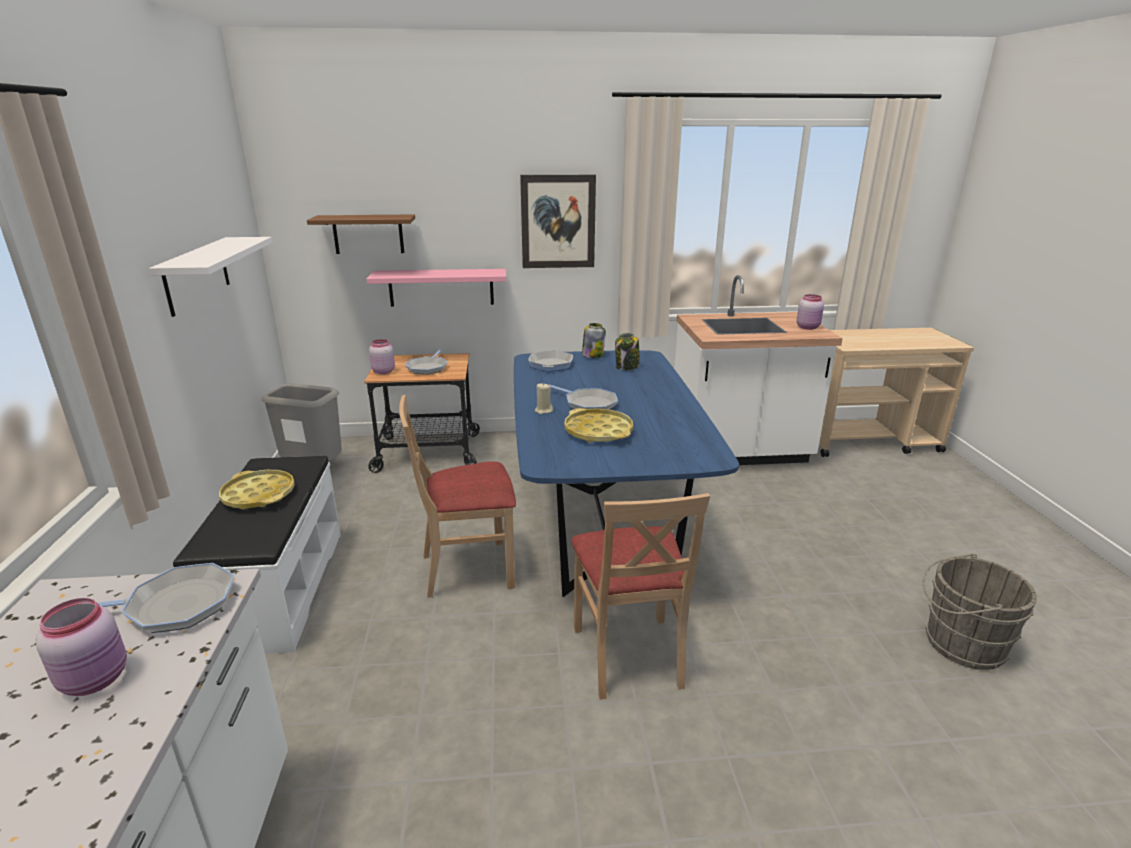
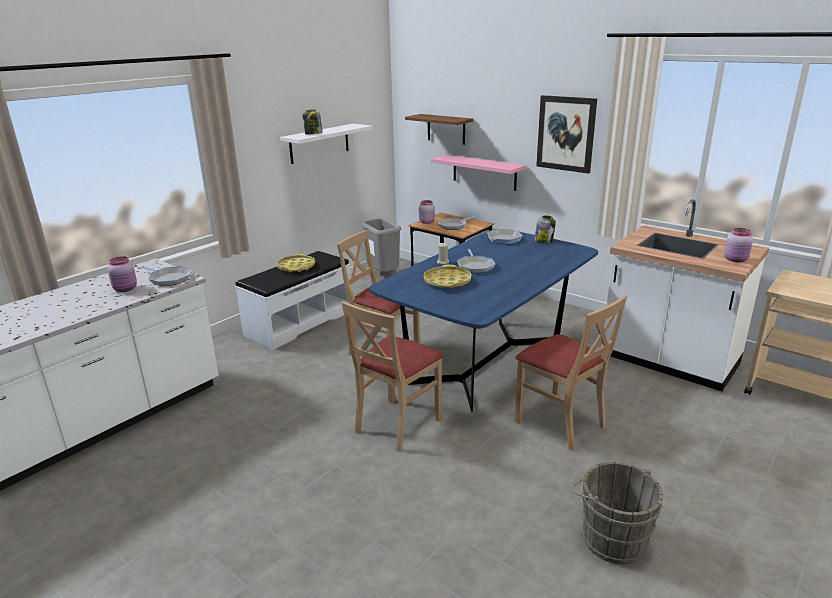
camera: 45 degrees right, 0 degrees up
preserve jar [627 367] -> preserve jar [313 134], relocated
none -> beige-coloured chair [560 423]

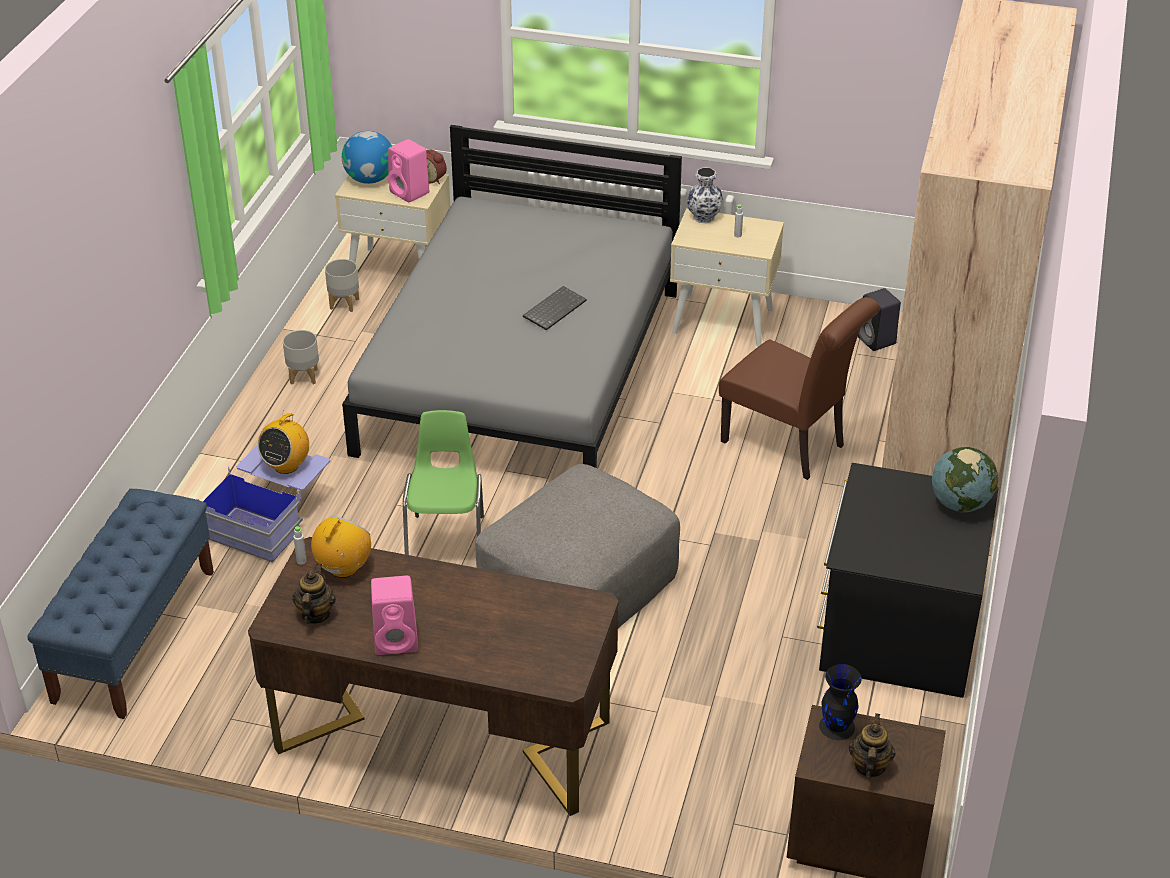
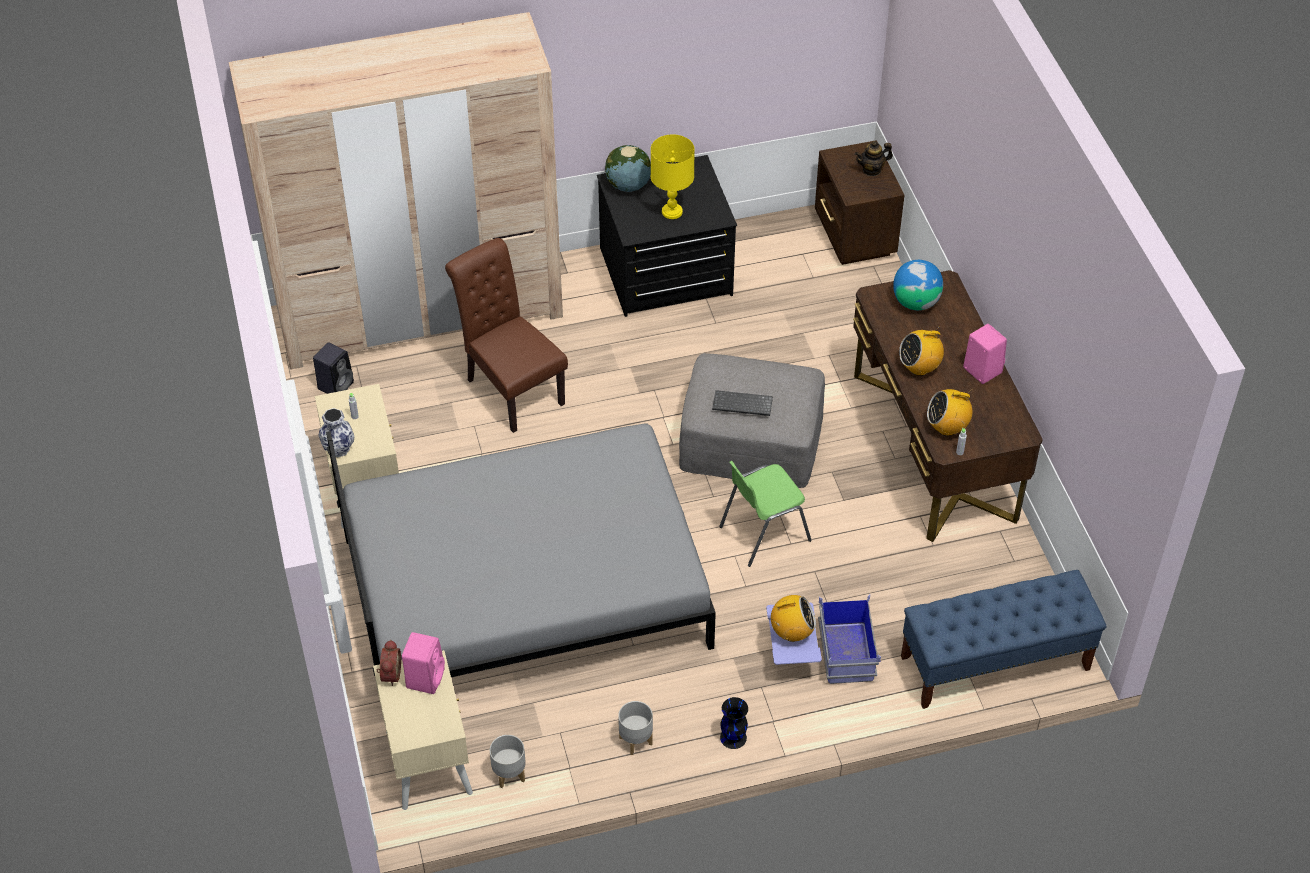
camera: 120 degrees left, 10 degrees up
brown chair [790 446] -> brown chair [510 388], 45 degrees counterclockwise
none -> yellow-coloured lamp for a table [672 212]
computer keyboard [554 309] -> computer keyboard [741 405], relocated
black flower vase [837 726] -> black flower vase [733 737], relocated
world globe [370 179] -> world globe [915 302], relocated
none -> radio set [919 367]
tea pot [315 614] -> none

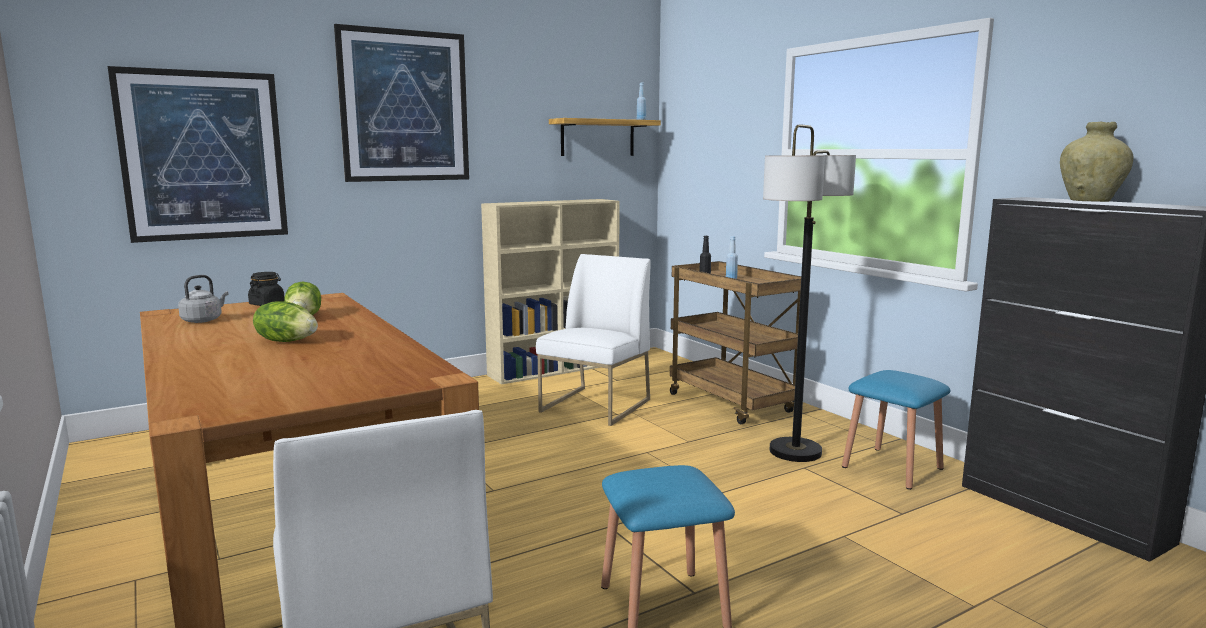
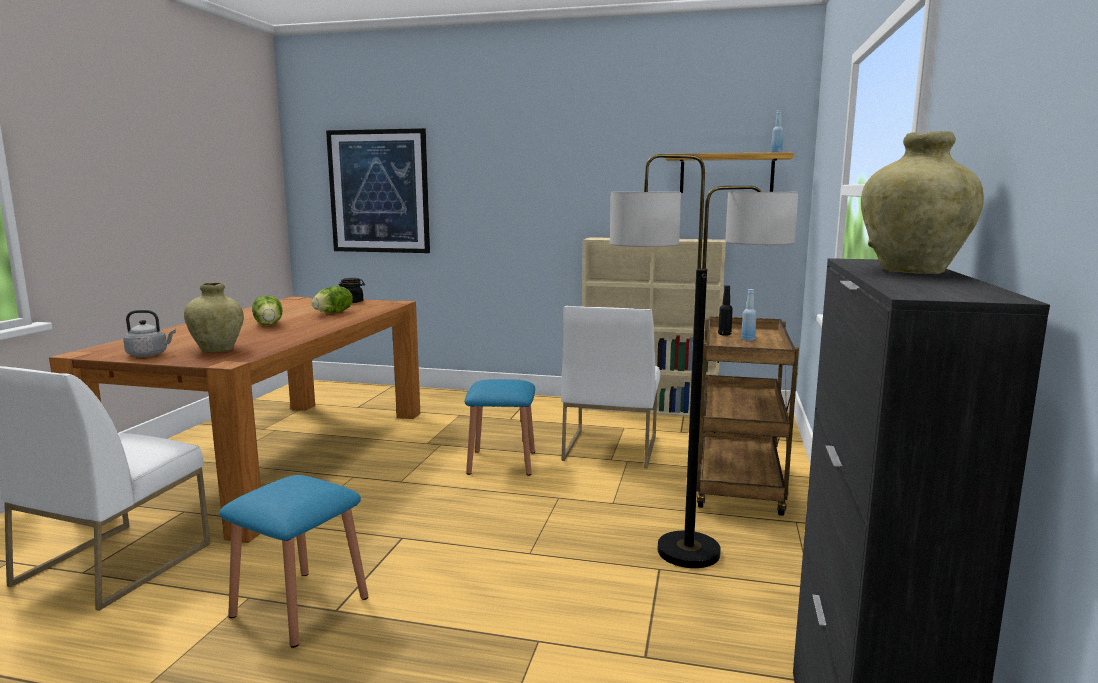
camera: 45 degrees right, 0 degrees up
grey kettle [204 320] -> grey kettle [149 354], relocated
none -> beige-coloured flower vase [217 350]
blue-coloured stool [892 467] -> blue-coloured stool [502 462], relocated
whitish chair [596 406] -> whitish chair [609 447], 120 degrees clockwise
picture [405 106] -> none

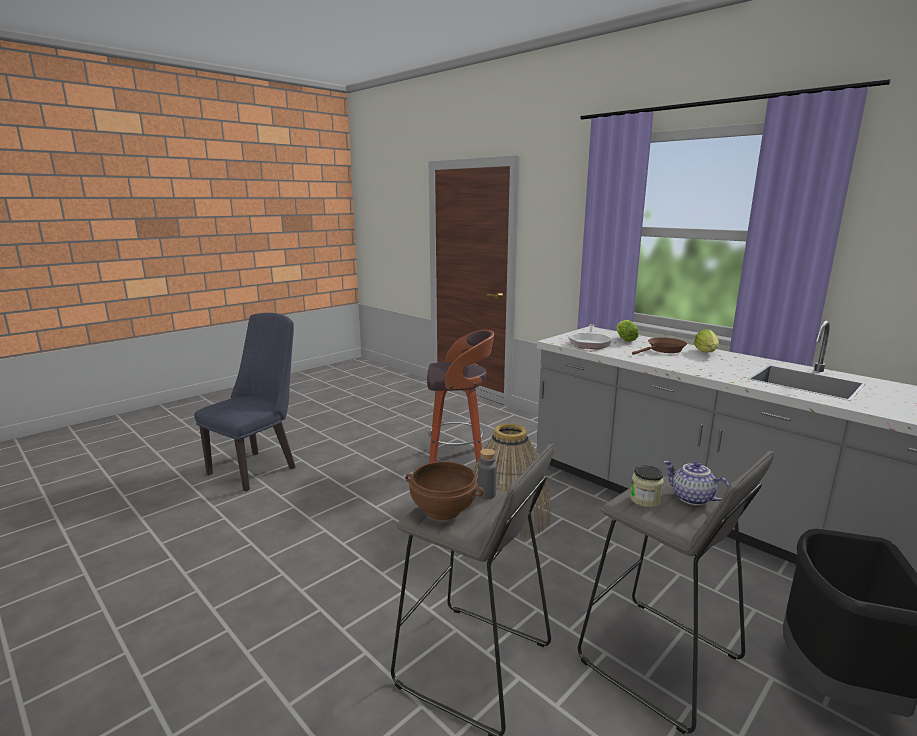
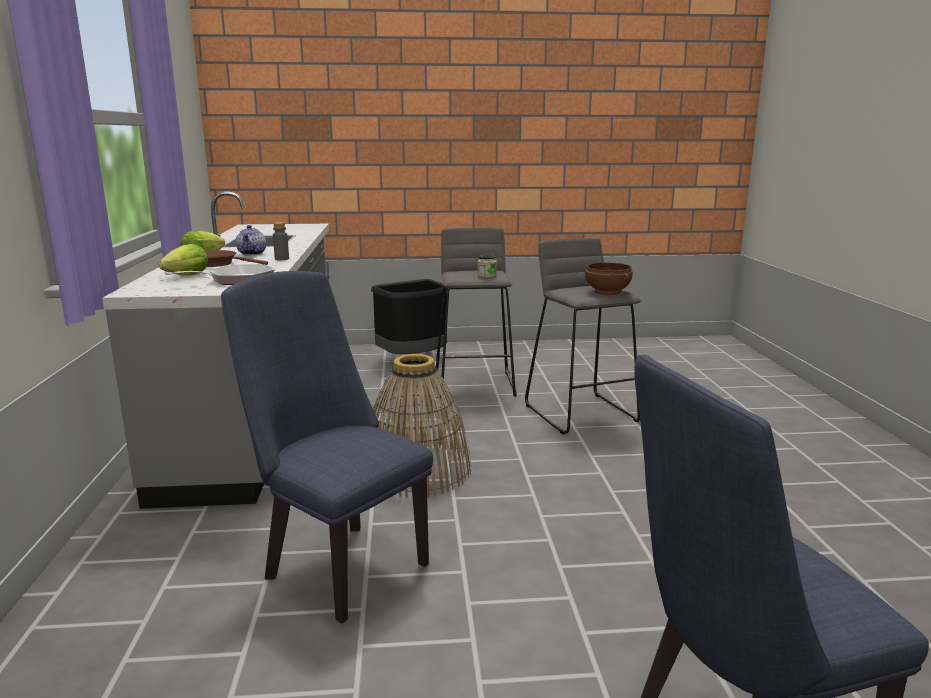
camera: 140 degrees left, 0 degrees up
stool [458 459] -> blue-coloured chair [338 564]
tea pot [691 498] -> tea pot [252 254], relocated
grey bottle [486 494] -> grey bottle [282 259], relocated

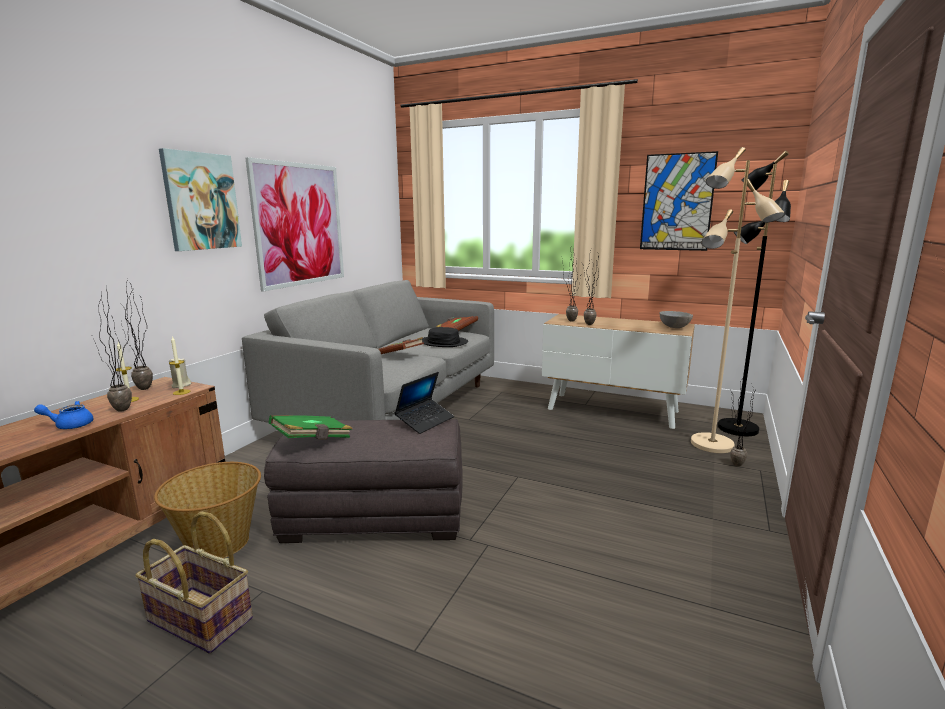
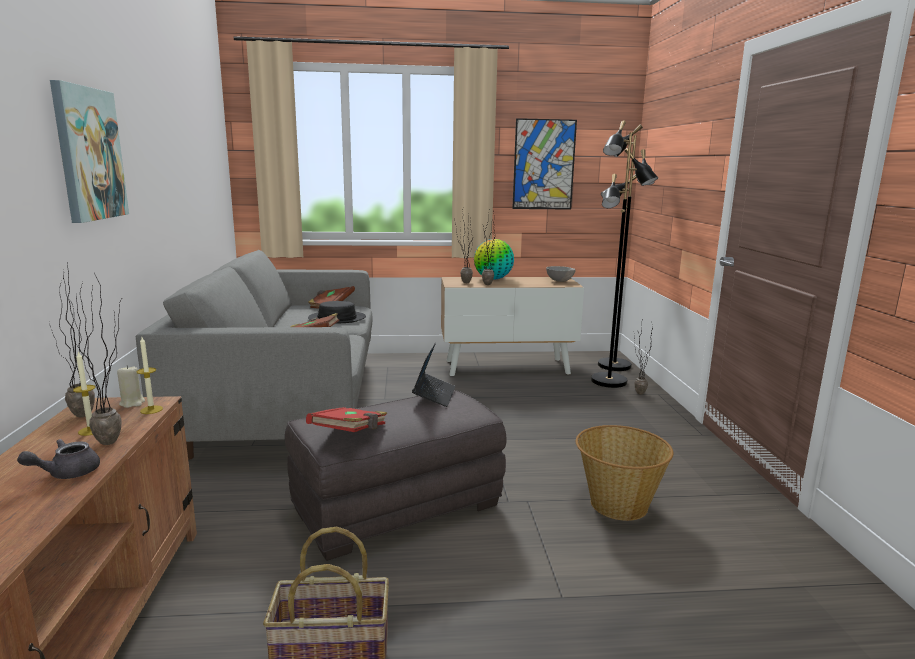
camera: 30 degrees left, 0 degrees up
blue-coloured tea pot [70 425] -> grey tea pot [67 473]
green-coloured bound book [313 440] -> reddish bound book [350 434]
none -> world globe [493 279]
storage basket [219 542] -> storage basket [617 504], relocated
beige-coloured standing lamp [712 445] -> black standing lamp [609 381]
picture [299 224] -> none

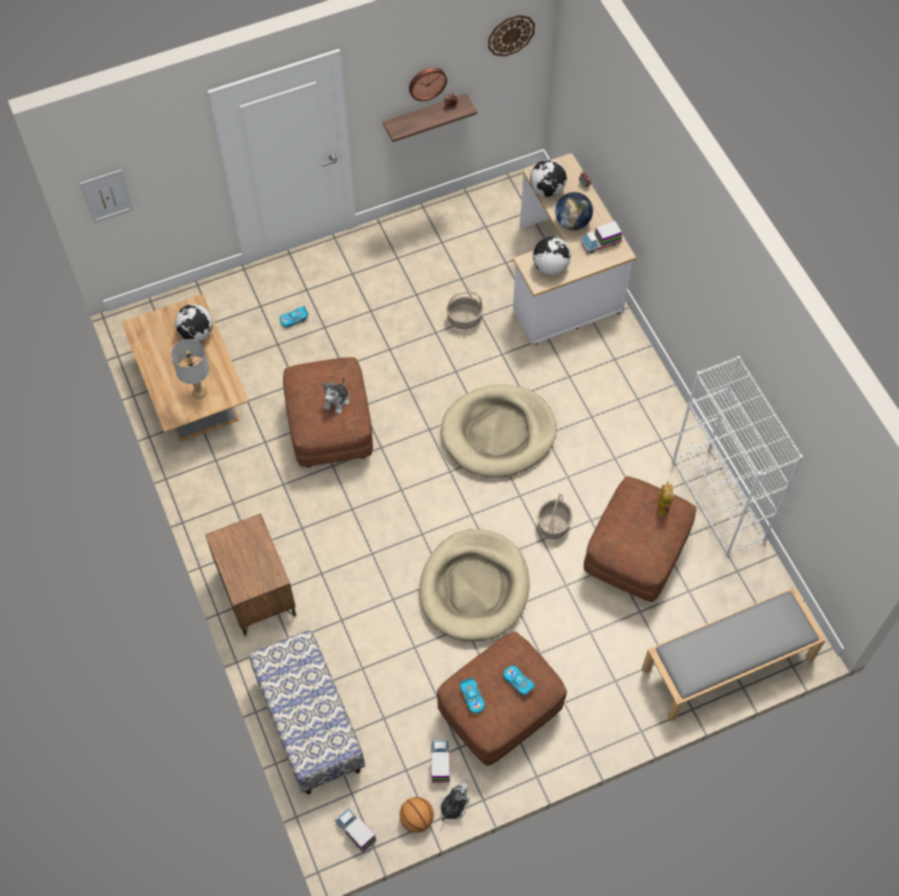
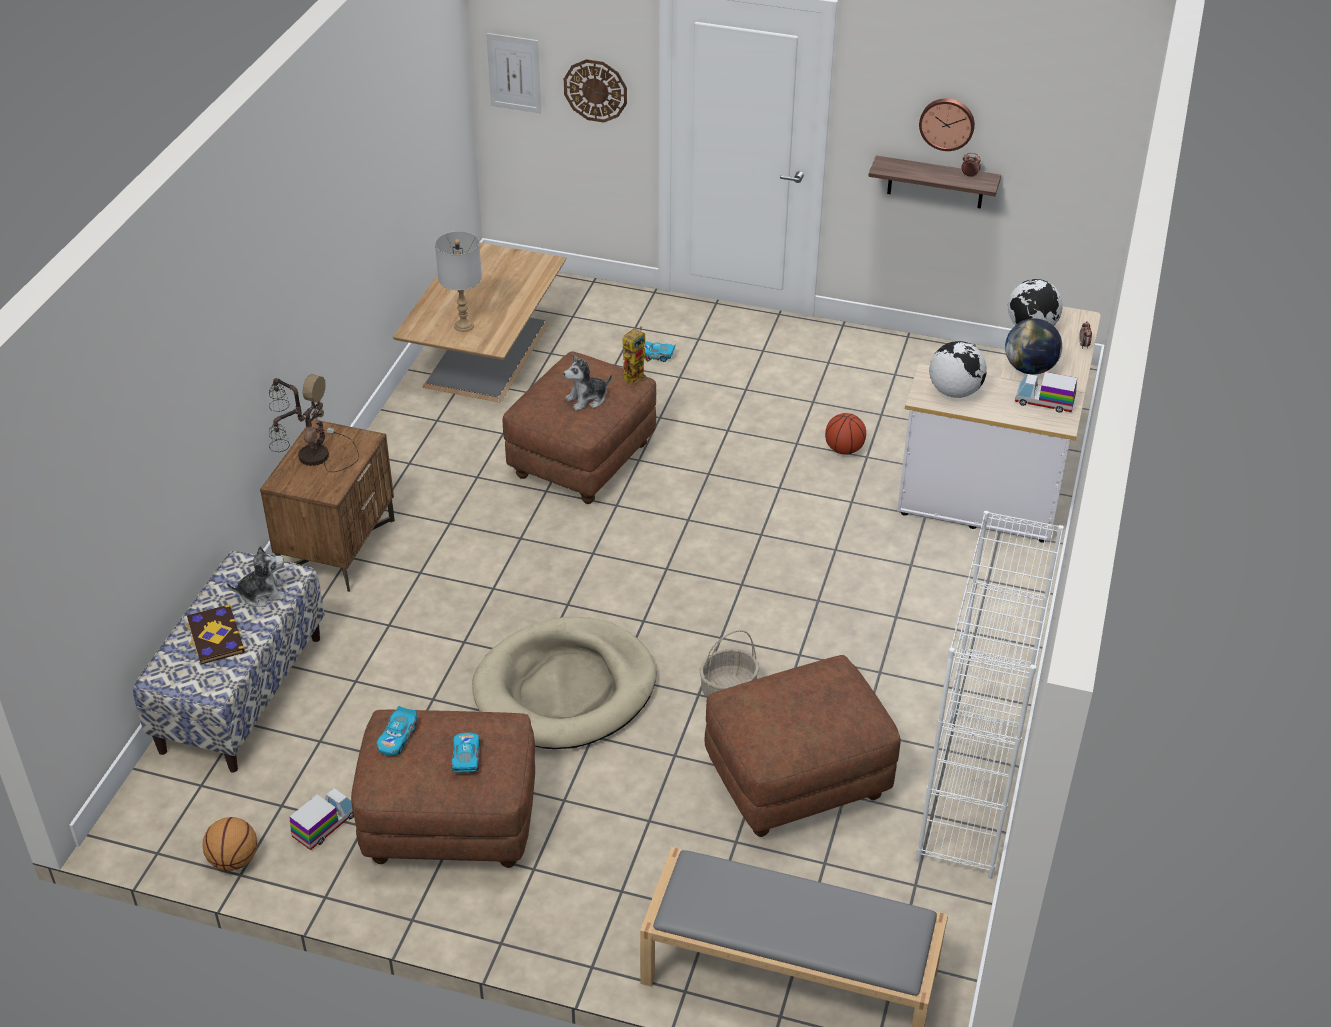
camera: 40 degrees right, 20 degrees down
none -> bound book [214 636]
plush toy [454 805] -> plush toy [262 594], relocated
none -> lamp for a table [311 457]
clock on the wall [511 35] -> clock on the wall [595 90], relocated
toy robot [661 505] -> toy robot [636 374], relocated
storage basket [464 319] -> ball for basketball [844 450]
world globe [196 333] -> none
model truck [355 831] -> none
beige-coloured dog cushion [498 433] -> none

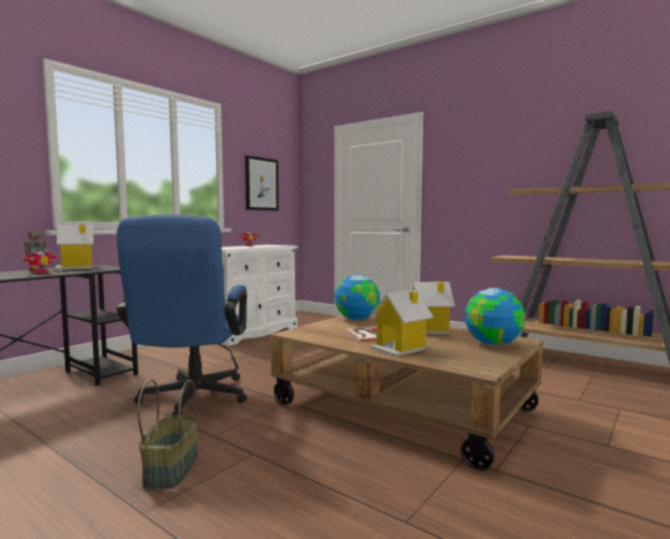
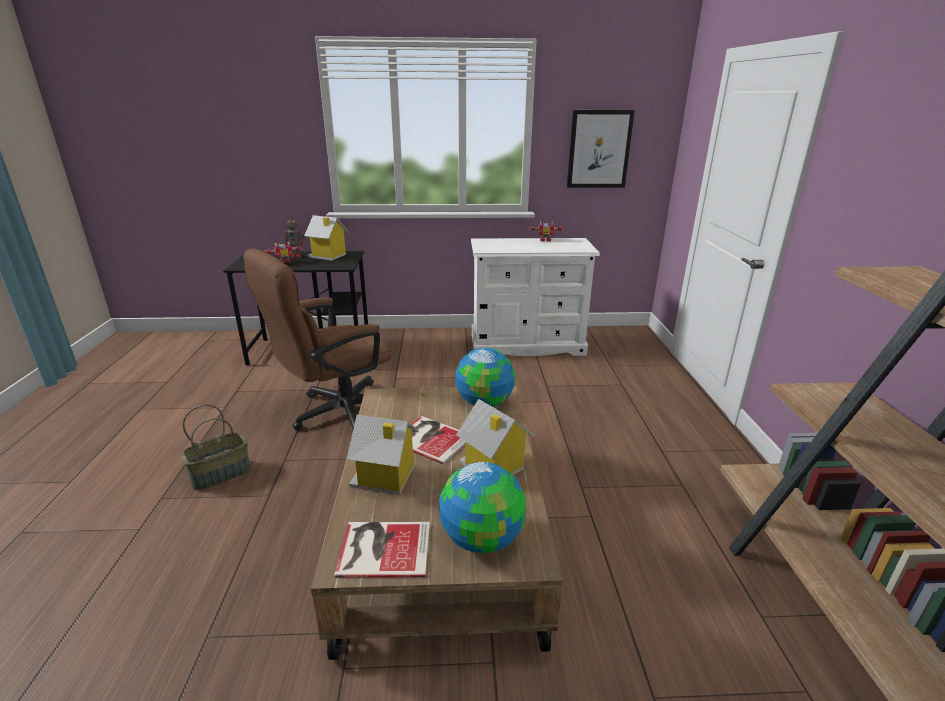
camera: 50 degrees right, 20 degrees up
blue-coloured office chair [191 400] -> brown office chair [336 414]
none -> bound book [382 547]

